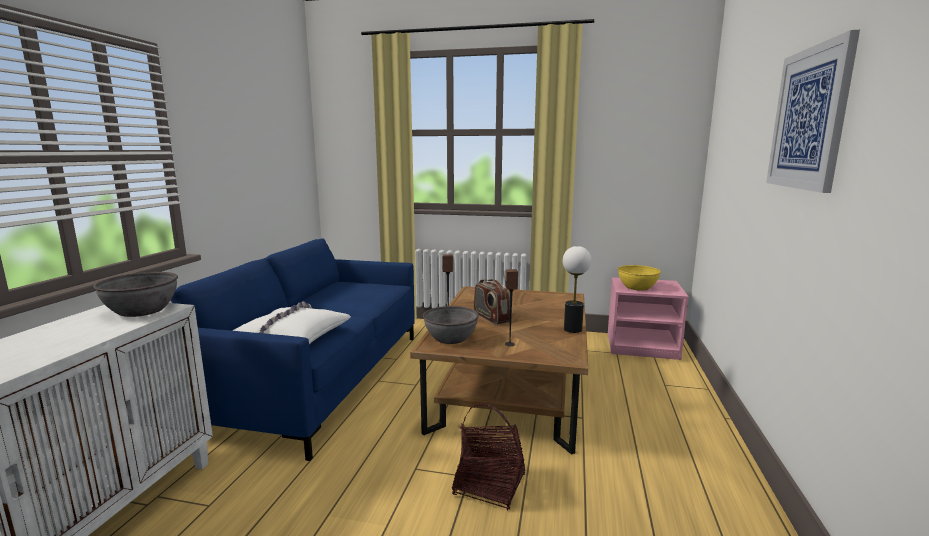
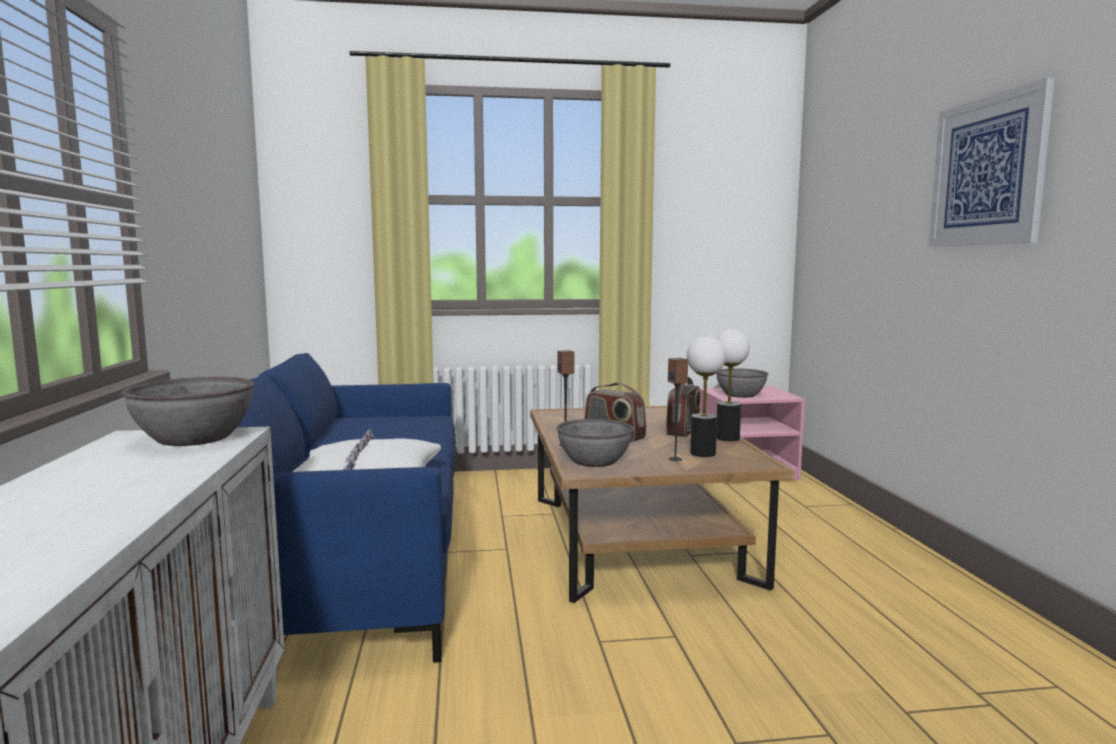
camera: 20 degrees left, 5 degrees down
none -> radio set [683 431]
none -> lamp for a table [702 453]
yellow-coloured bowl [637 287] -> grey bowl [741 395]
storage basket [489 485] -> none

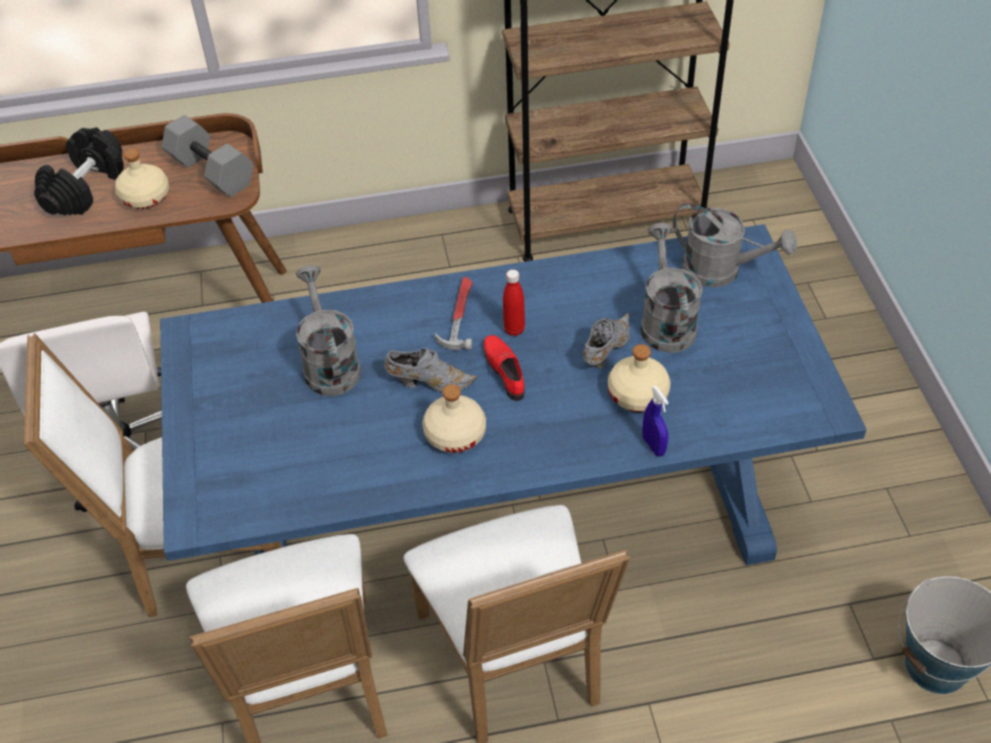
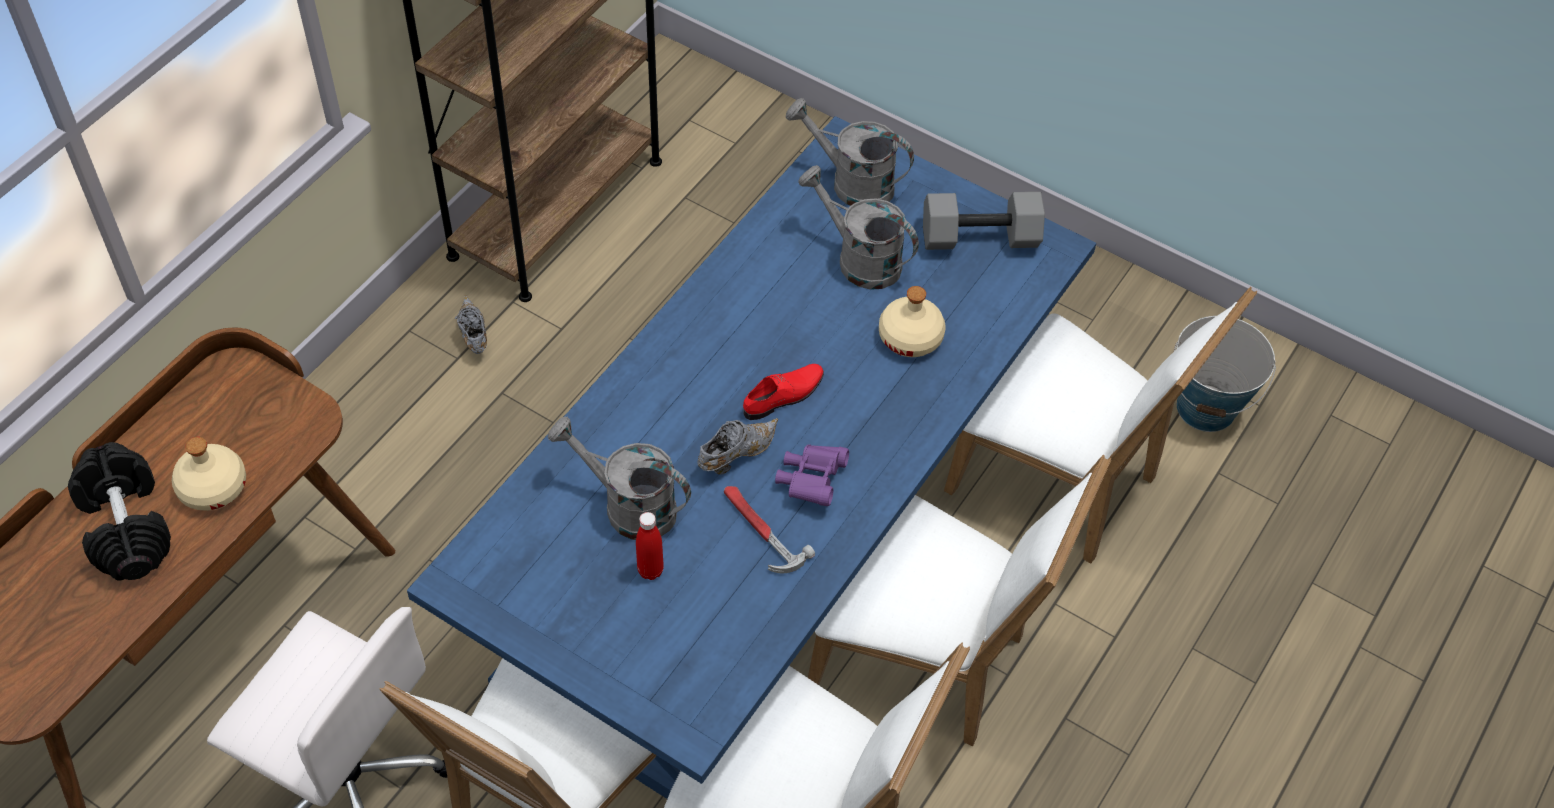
camera: 50 degrees left, 5 degrees up
grey shoe [605 351] -> grey shoe [473 336], relocated
reddish bottle [514 329] -> reddish bottle [650 570], relocated
hand hammer [458 315] -> hand hammer [760 531], relocated
reddish shoe [505 370] -> reddish shoe [784 396], 120 degrees clockwise
beige-coloured bottle [455 433] -> purple binoculars [811 481]
grey watering can [721 271] -> grey watering can [851 183], 135 degrees counterclockwise
grey dumbbell [209 172] -> grey dumbbell [979 239], relocated
none -> whitish chair [1064 485]
blue-coloured spray bottle [653 446] -> none

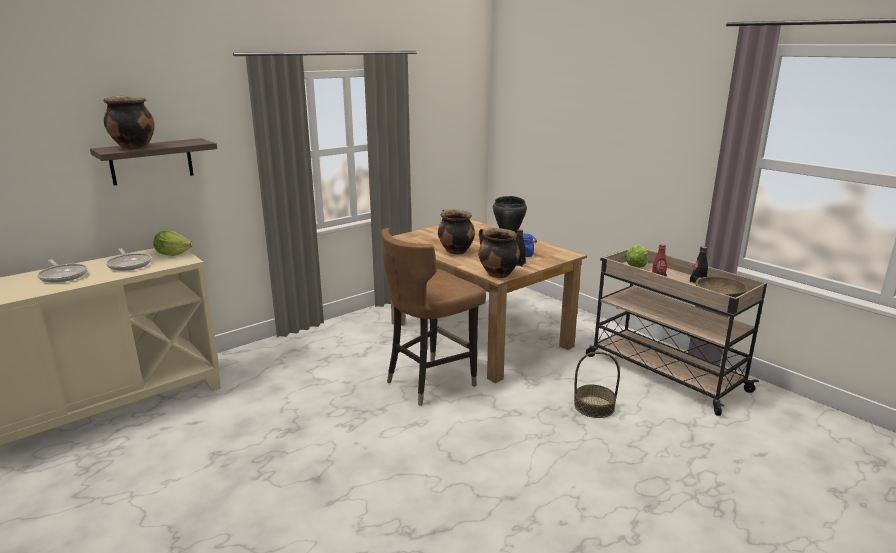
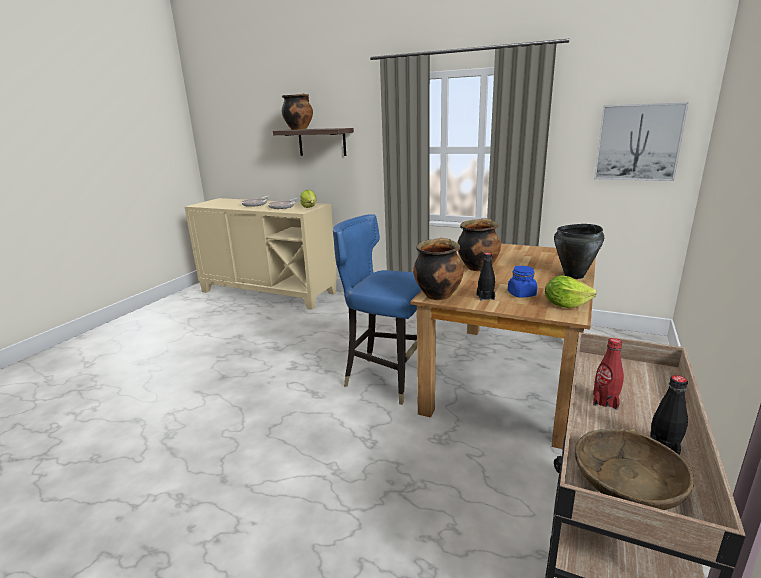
camera: 65 degrees right, 0 degrees up
brown chair [430 381] -> blue-coloured chair [388 379]
lettuce head [636 266] -> lettuce head [565 305], relocated
none -> picture [638 142]
storage basket [594 406] -> none

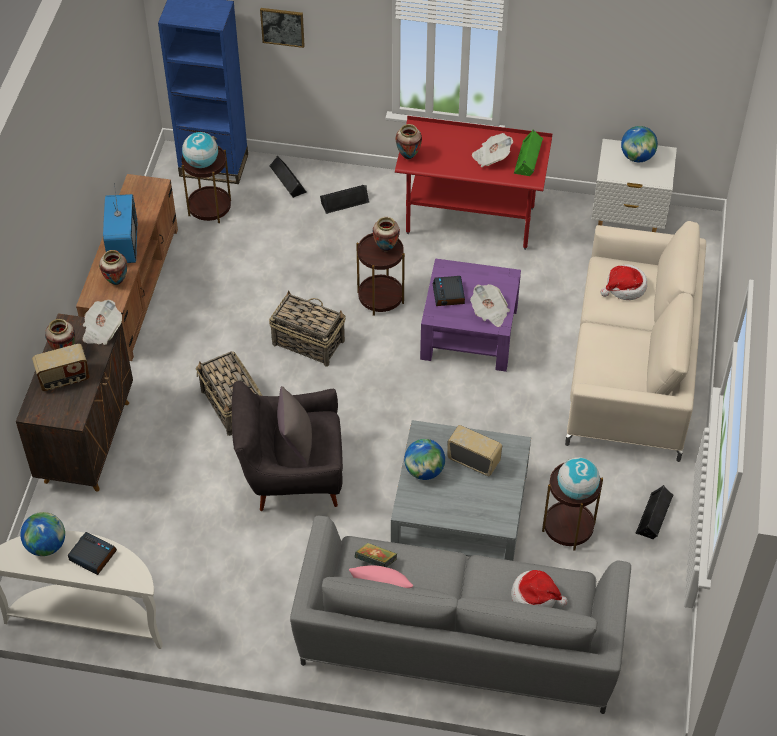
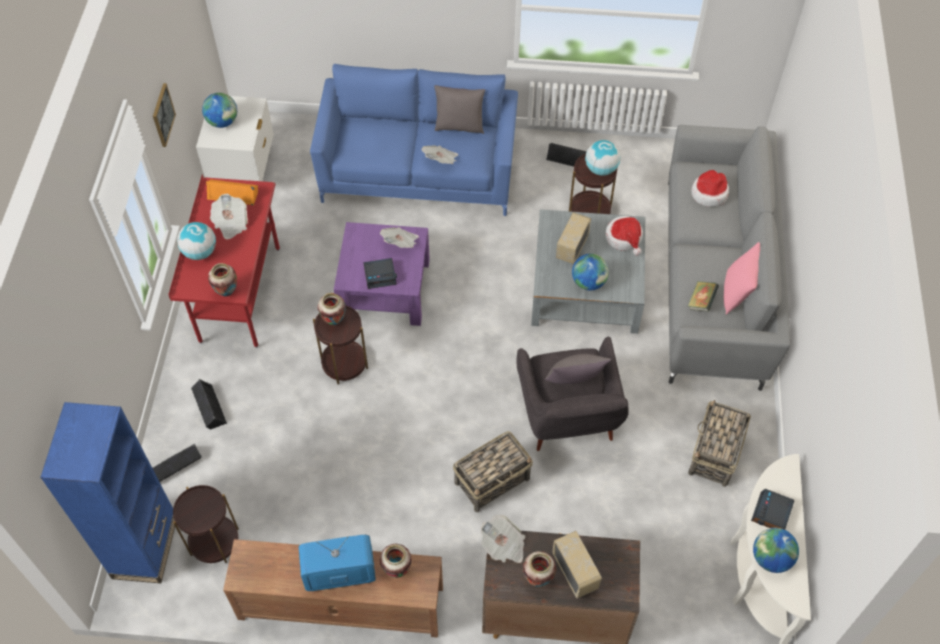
camera: 95 degrees left, 5 degrees up
picture [282 26] -> picture [163 115], relocated
world globe [201 162] -> world globe [200 252], relocated
green-coloured audio speaker [529 158] -> orange-coloured audio speaker [233 194]
beige-coloured sofa [632 368] -> blue-coloured sofa [418 171]
none -> newspaper [441 160]
none -> grey pillow [459 126]
clothing hat [625 287] -> clothing hat [624 238], relocated
storage basket [307 342] -> storage basket [714 454], relocated

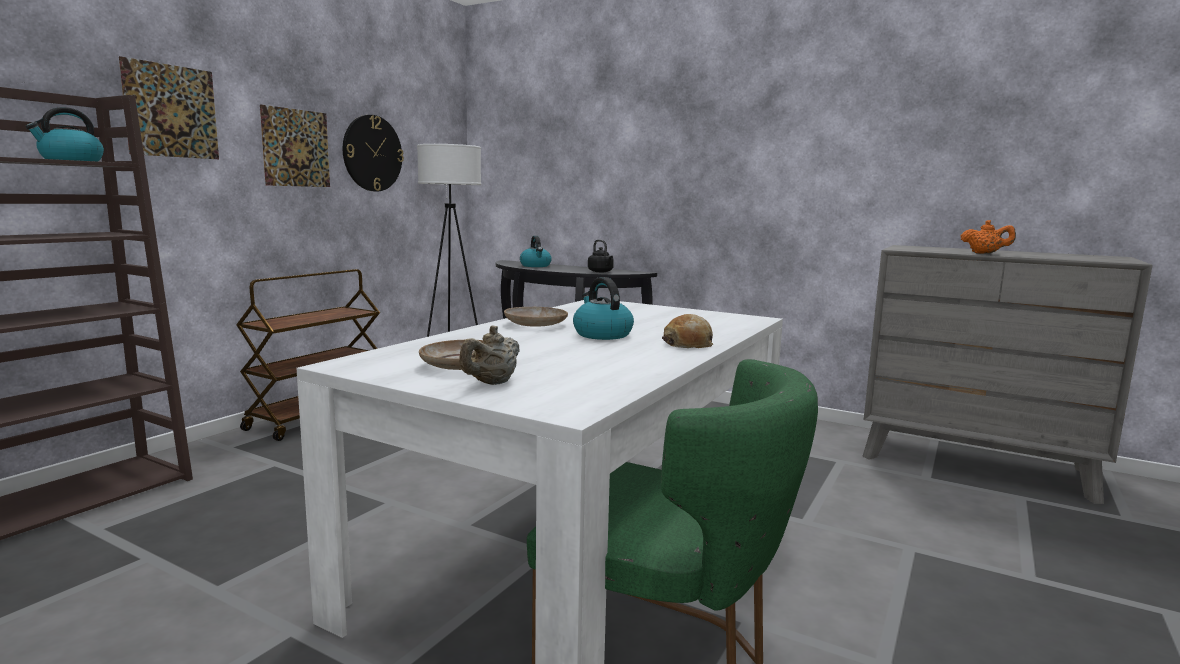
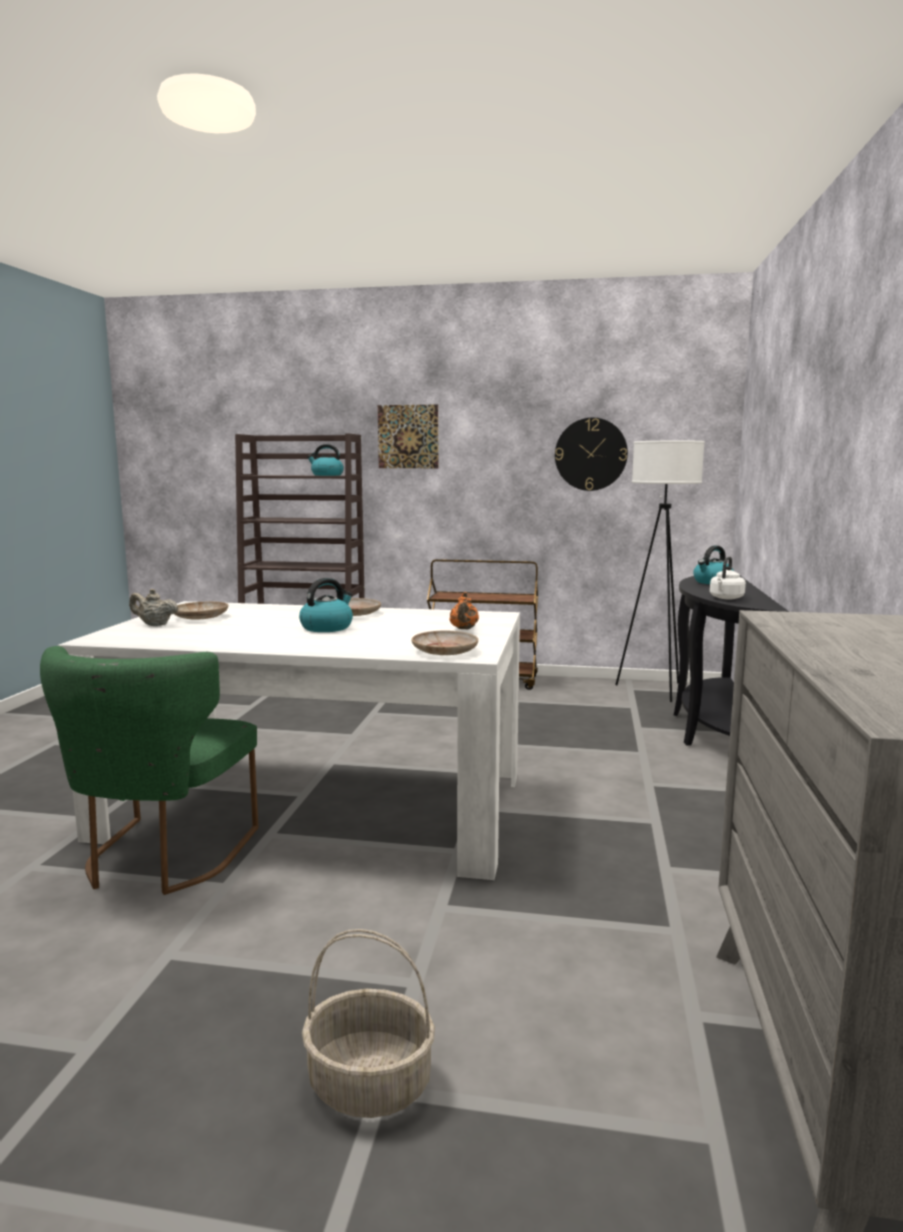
camera: 70 degrees right, 0 degrees up
none -> storage basket [371 1083]
none -> beige-coloured plate [445 651]
orange-coloured tea pot [985 254] -> orange-coloured tea pot [463 629], relocated
black kettle [601 271] -> whitish kettle [726 598]
picture [296 148] -> none
bread [688 344] -> none

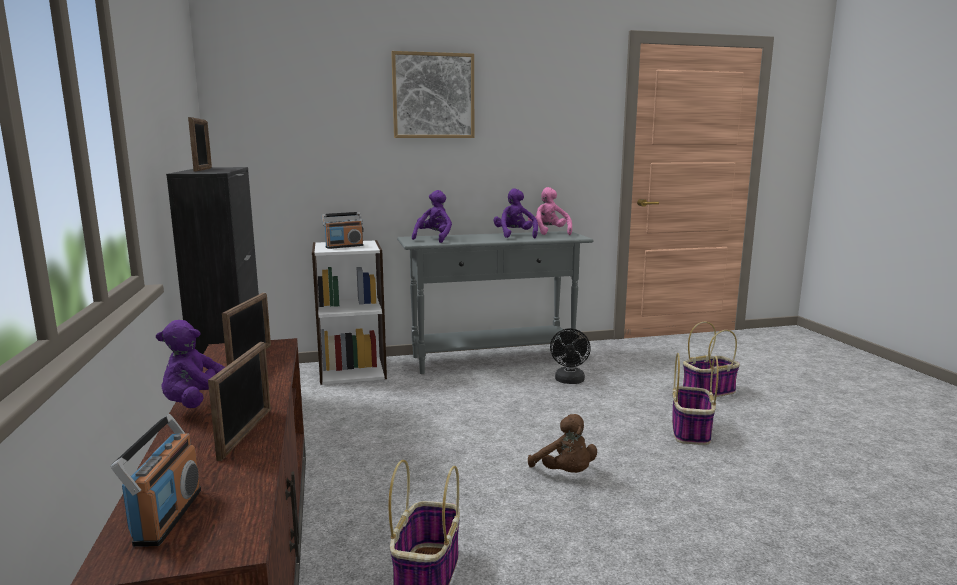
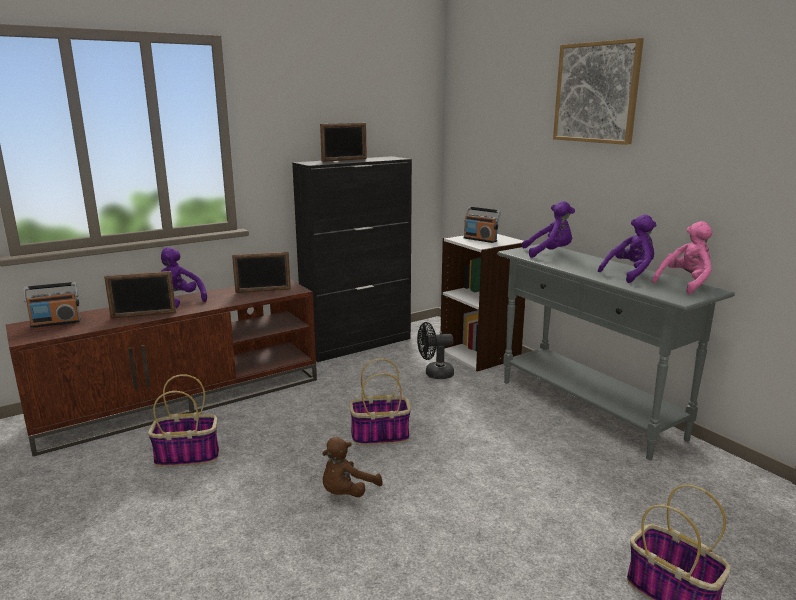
camera: 70 degrees right, 5 degrees up
storage basket [691 431] -> storage basket [379 436], relocated
black fan [569 381] -> black fan [434 374], relocated

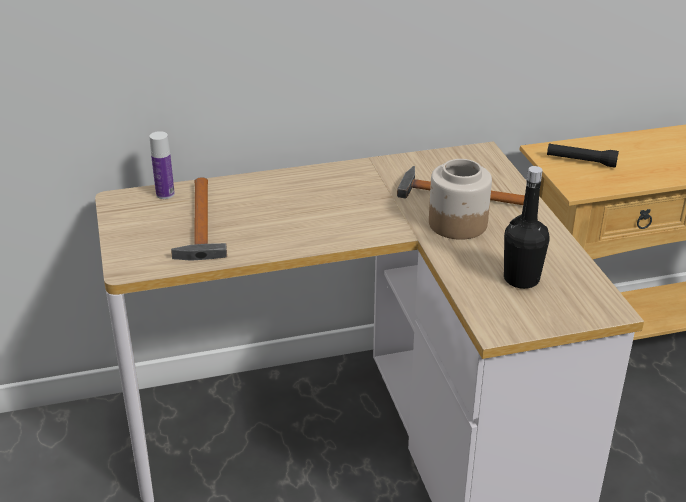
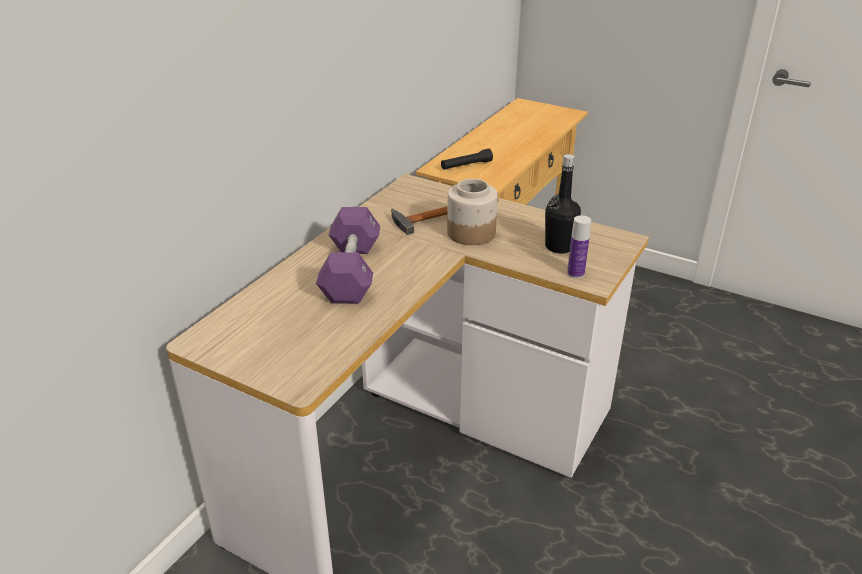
camera: 45 degrees left, 0 degrees up
none -> purple dumbbell [351 272]
bottle [165 194] -> bottle [575 274], relocated
hand hammer [200 225] -> none

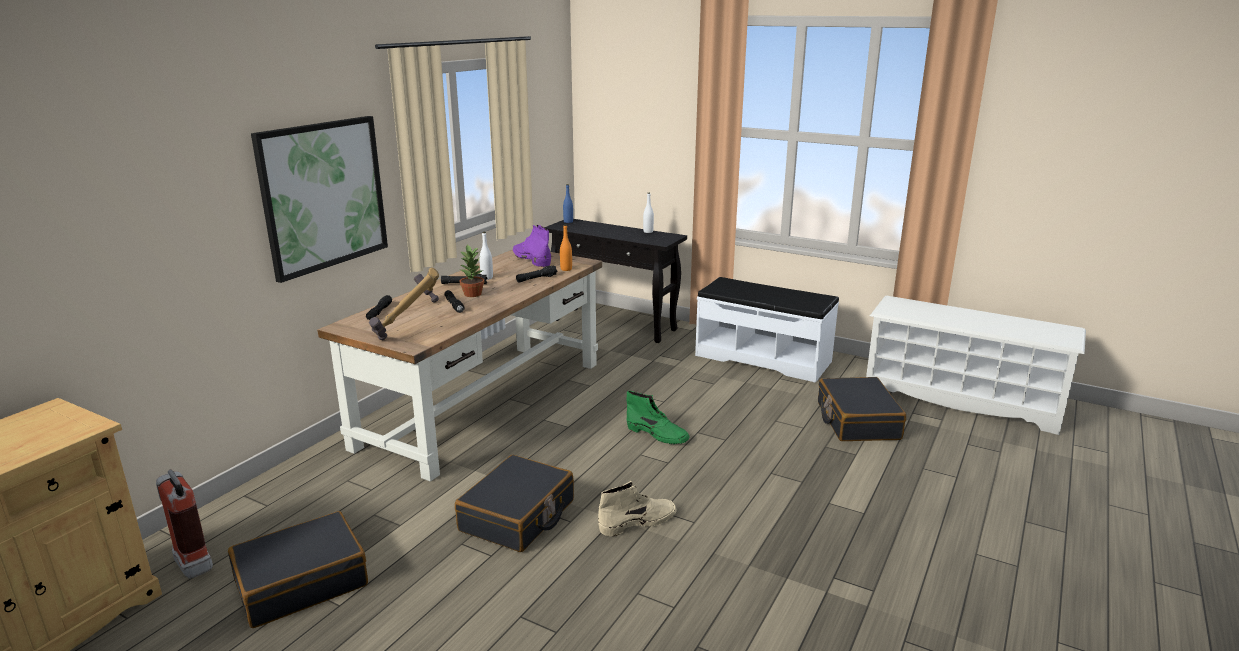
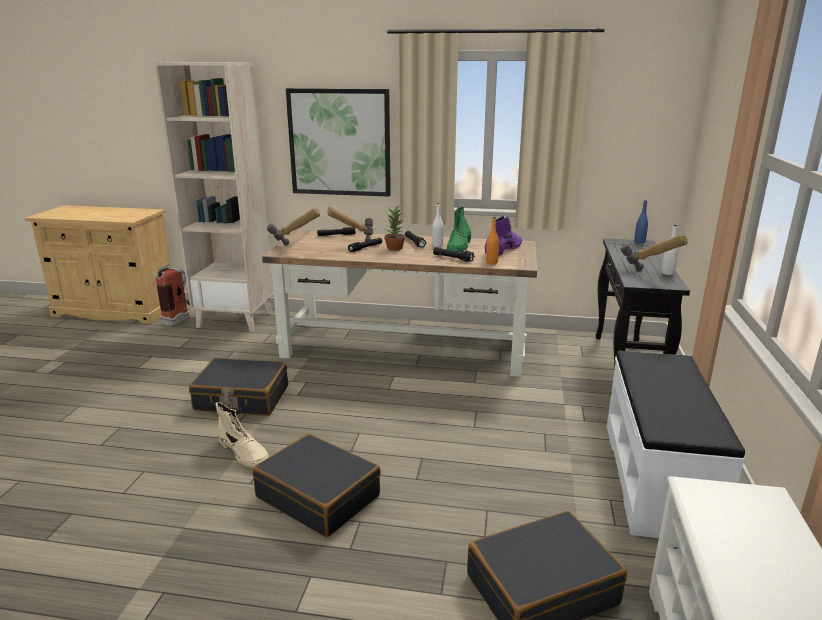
camera: 70 degrees right, 0 degrees up
none -> beige-coloured shelving unit [236 319]
black suitcase [301 582] -> black suitcase [318 496], relocated
green-coloured boot [657 434] -> green-coloured boot [459 247], relocated
none -> hand hammer [647 276]

